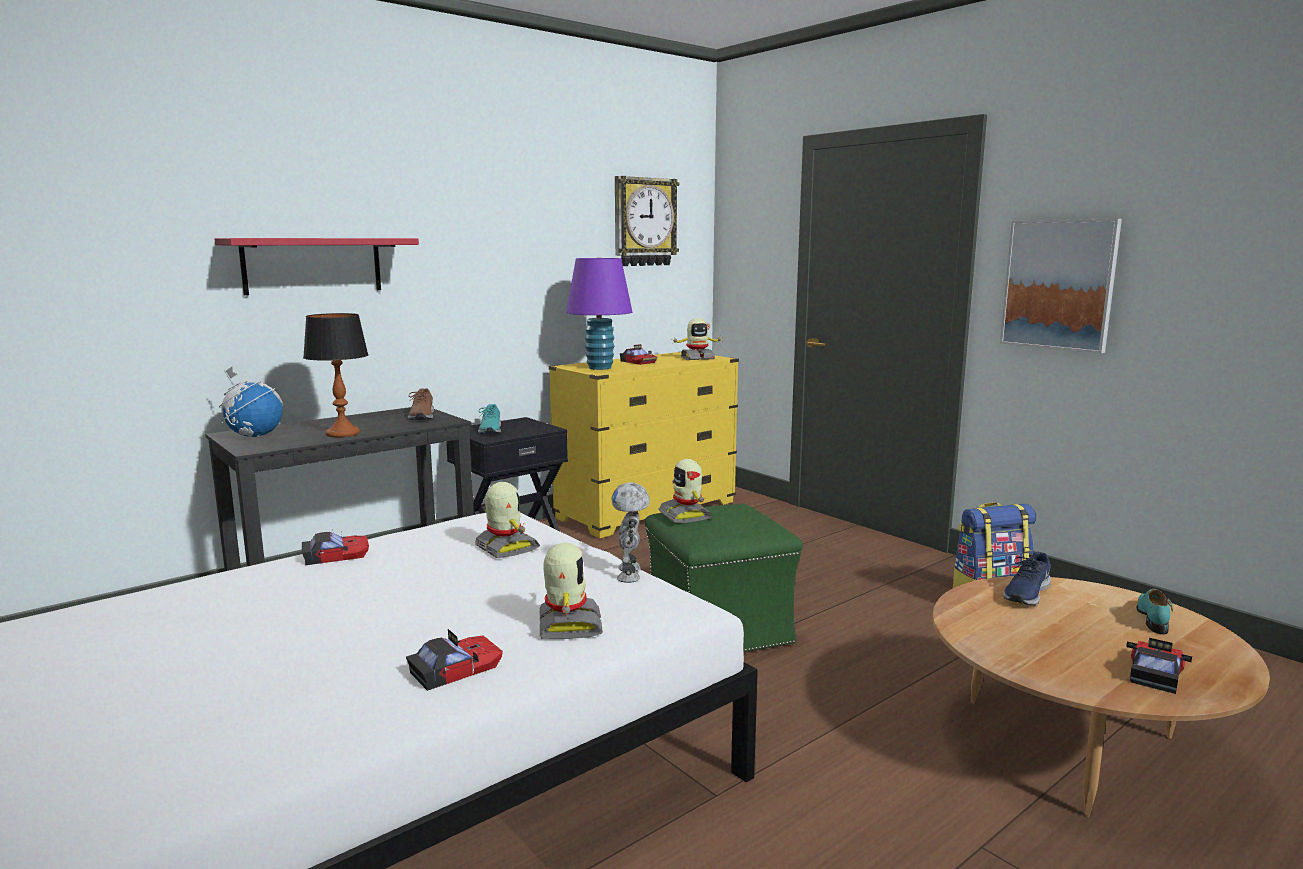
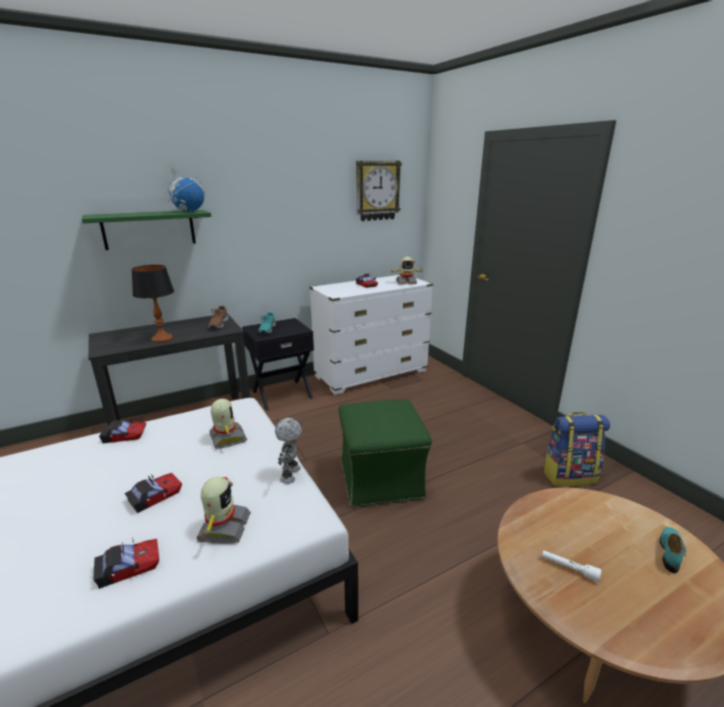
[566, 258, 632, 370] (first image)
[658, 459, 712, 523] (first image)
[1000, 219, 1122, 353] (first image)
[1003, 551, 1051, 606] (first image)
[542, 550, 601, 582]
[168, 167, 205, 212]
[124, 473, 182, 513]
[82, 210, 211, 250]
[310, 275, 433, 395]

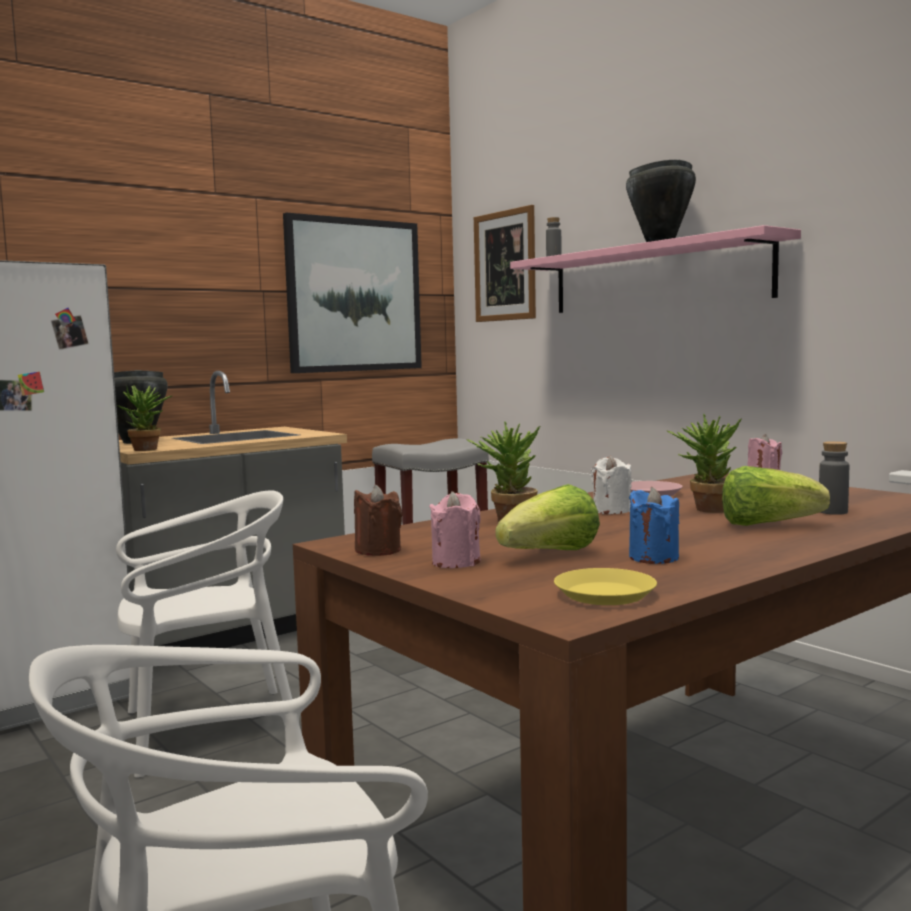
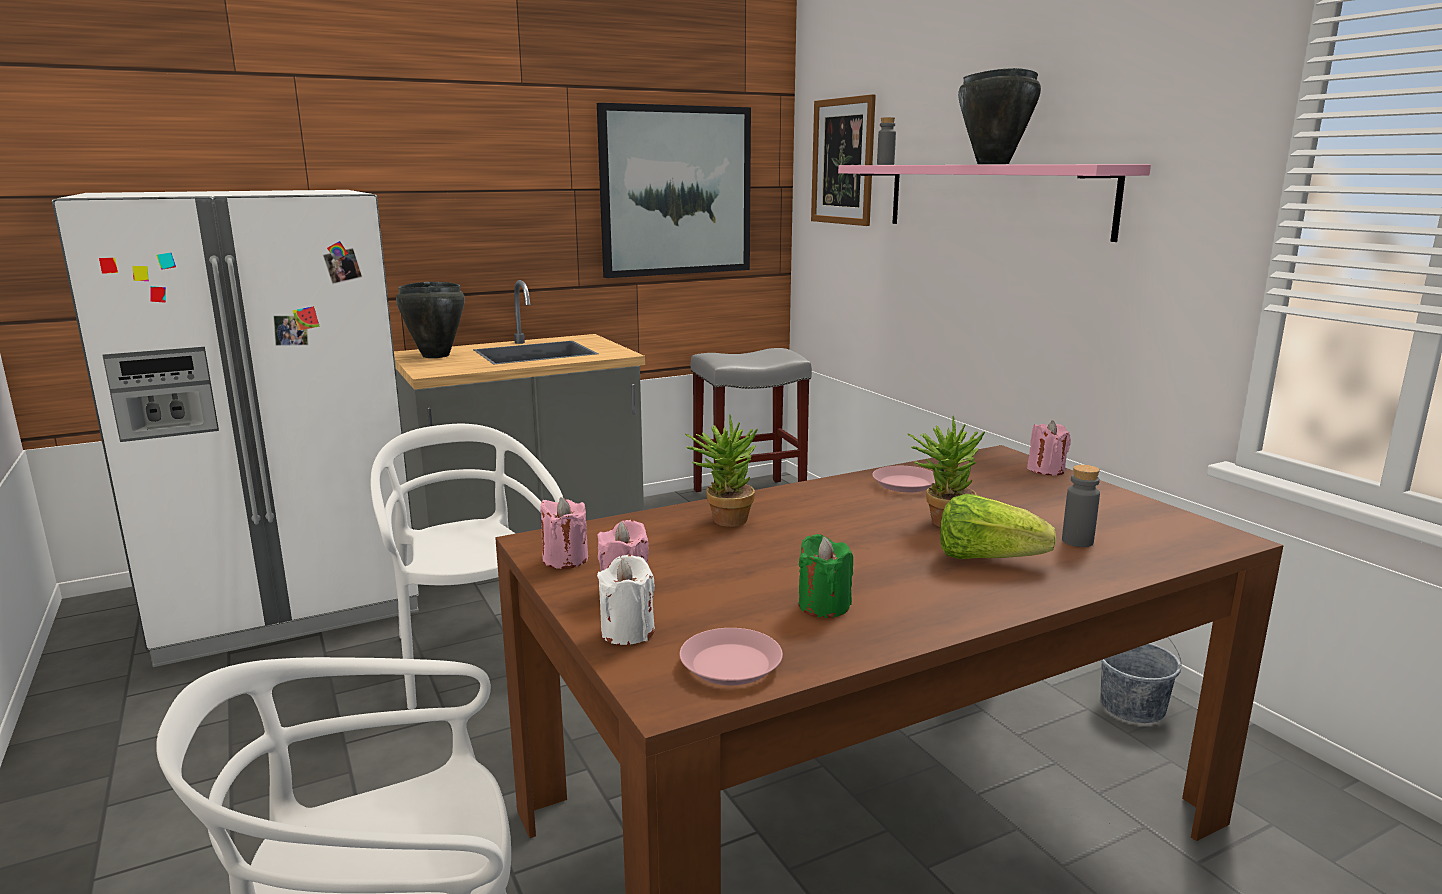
[118, 385, 172, 451] (first image)
[496, 484, 600, 550] (first image)
[1100, 637, 1182, 723]
[597, 555, 655, 645]
[540, 497, 588, 569]
[680, 628, 783, 685]
[799, 534, 853, 618]
[371, 424, 563, 710]

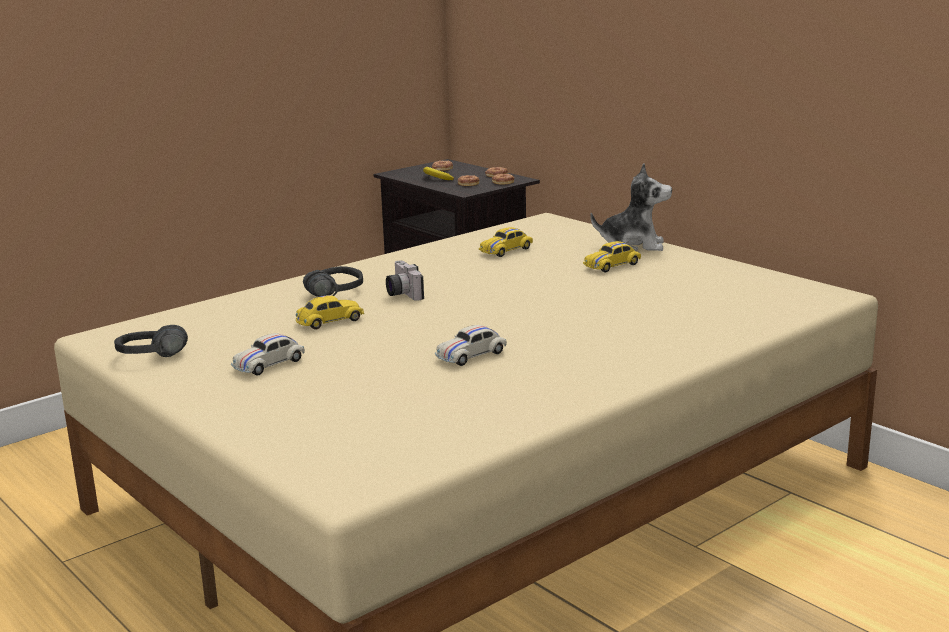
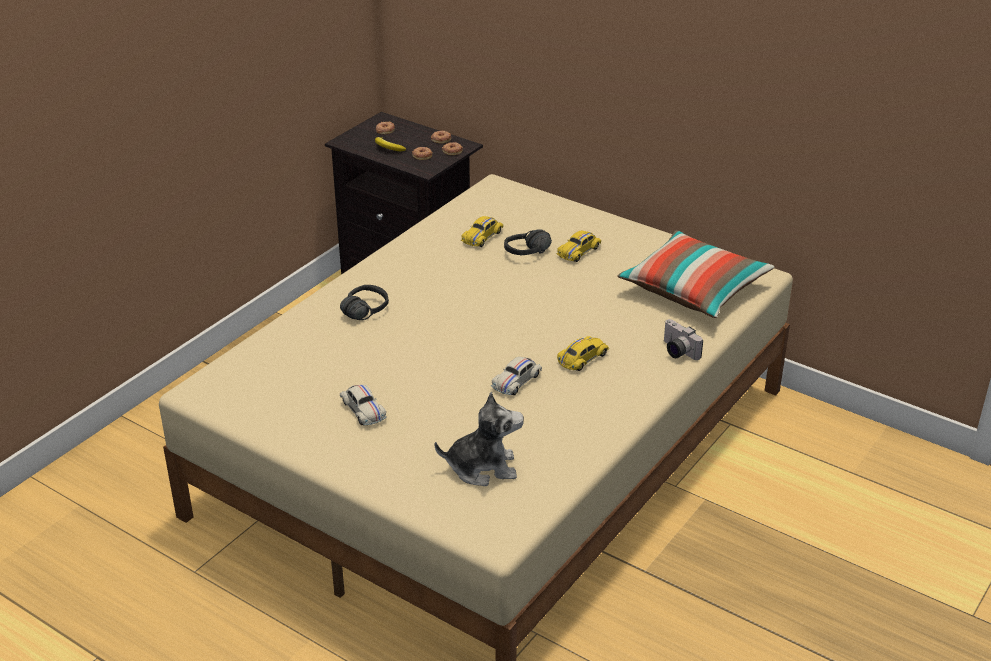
[617, 230, 775, 318]
[504, 229, 552, 255]
[557, 336, 609, 371]
[664, 319, 703, 360]
[435, 392, 524, 486]
[340, 385, 387, 425]

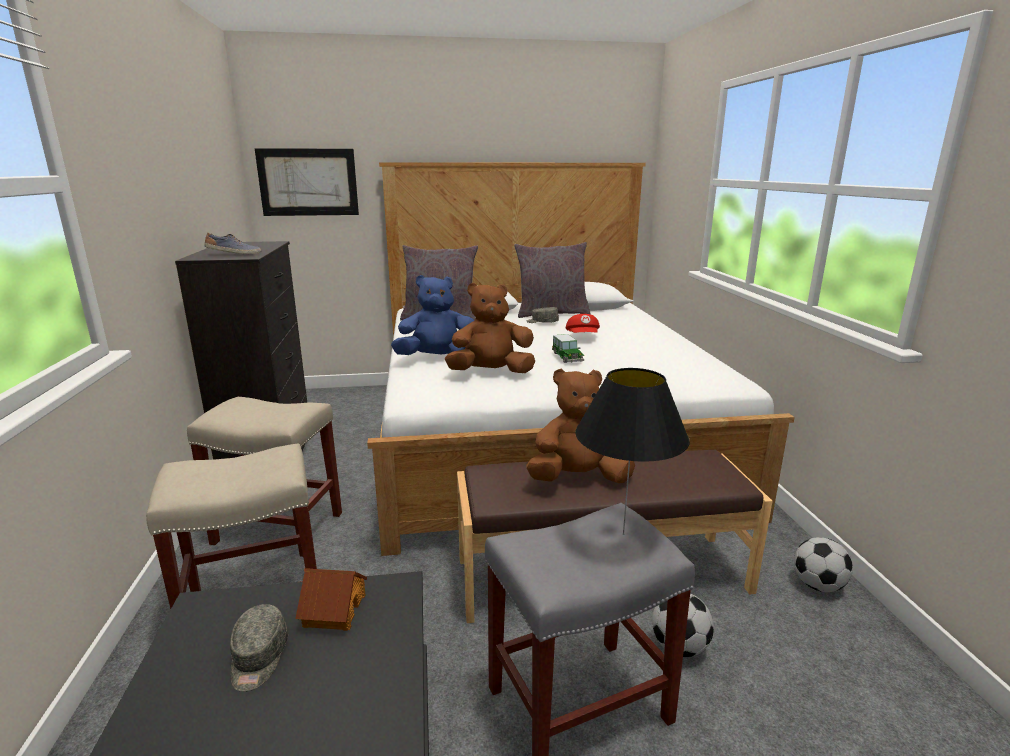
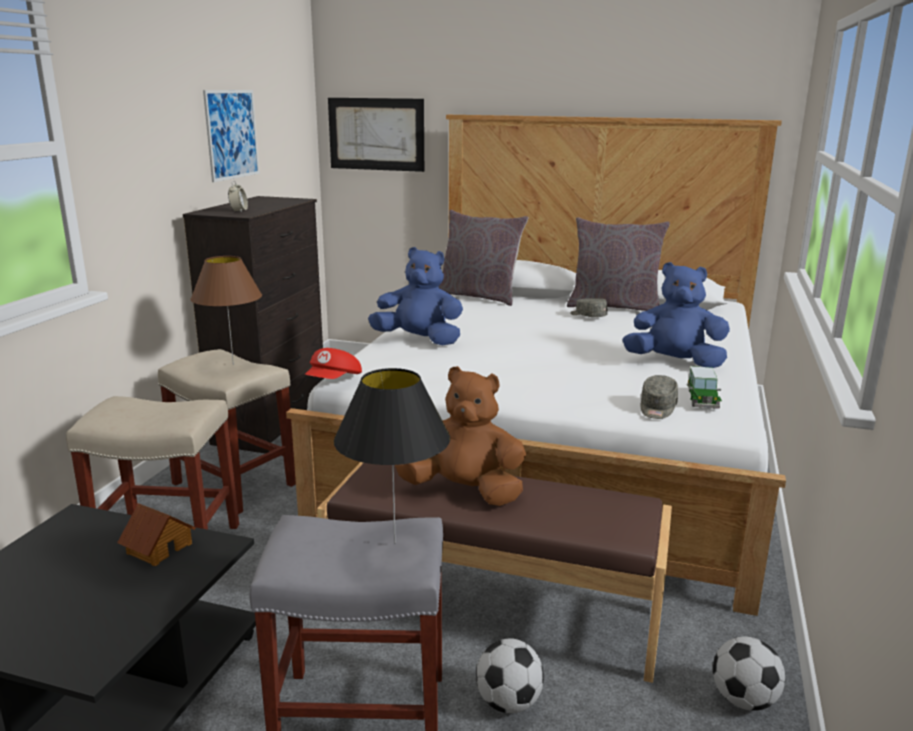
[445, 283, 535, 373] (first image)
[191, 256, 262, 365]
[203, 90, 260, 182]
[622, 262, 730, 368]
[641, 375, 678, 419]
[687, 366, 722, 409]
[305, 348, 362, 379]
[228, 181, 248, 211]

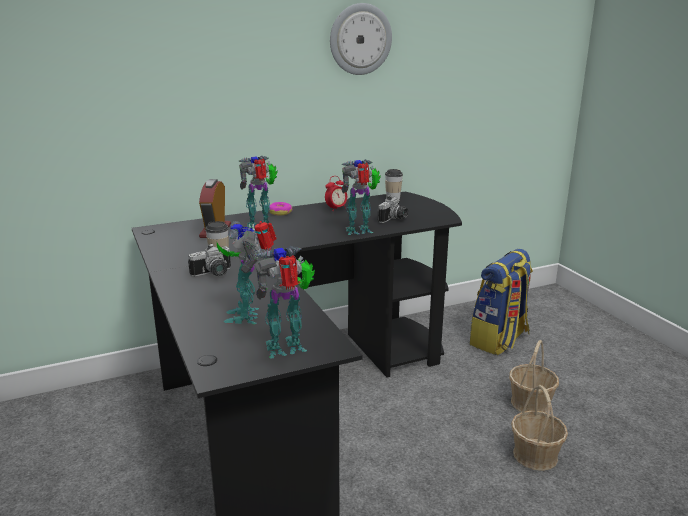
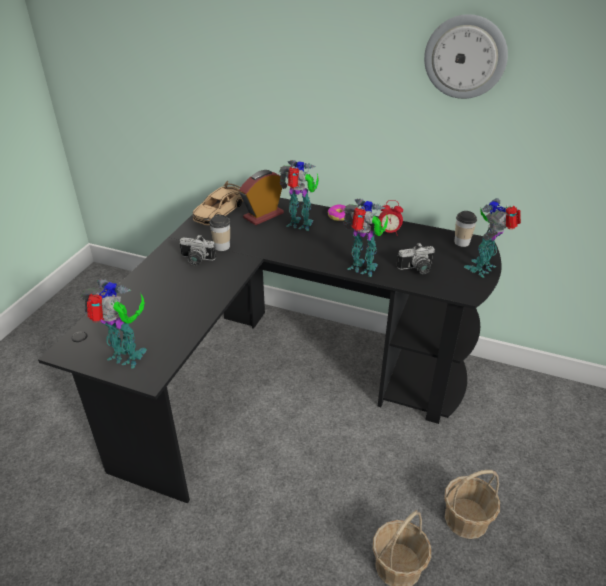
[470, 249, 533, 355] (first image)
[192, 181, 244, 225]
[464, 198, 521, 278]

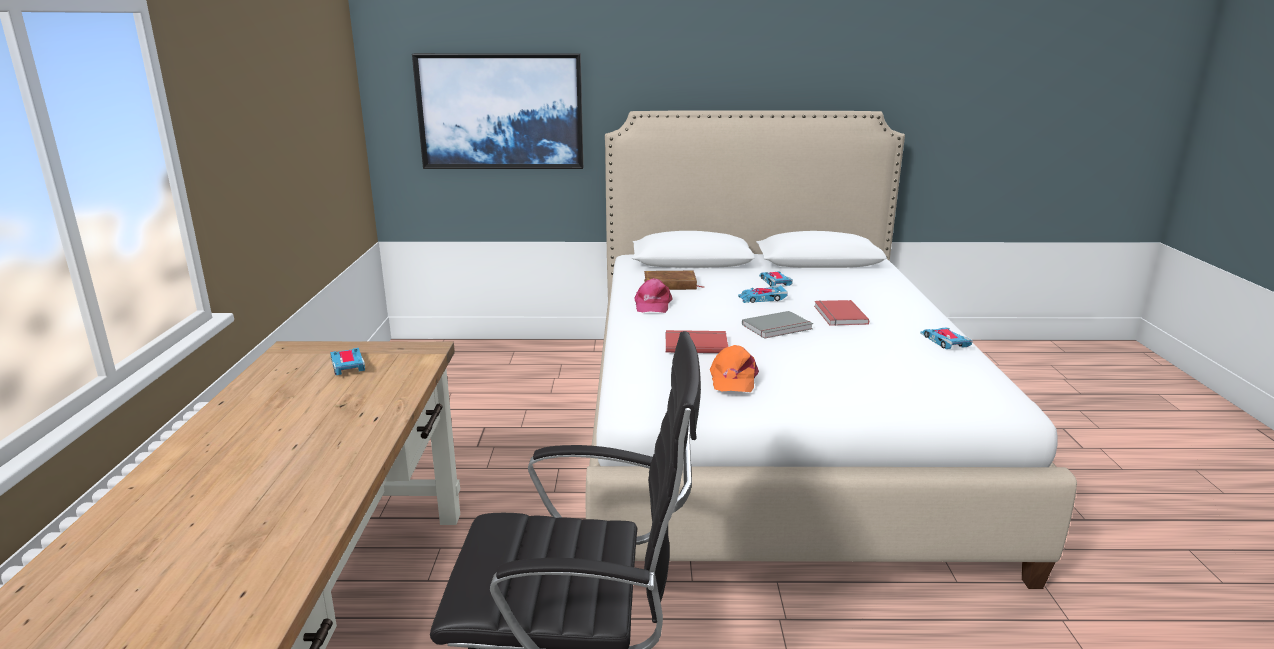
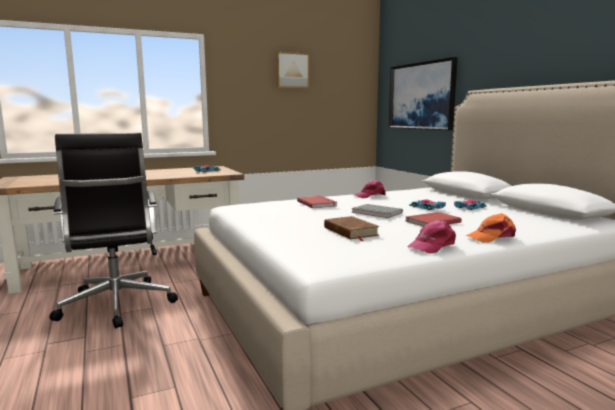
[276, 52, 309, 88]
[324, 216, 380, 241]
[466, 213, 516, 243]
[408, 220, 456, 254]

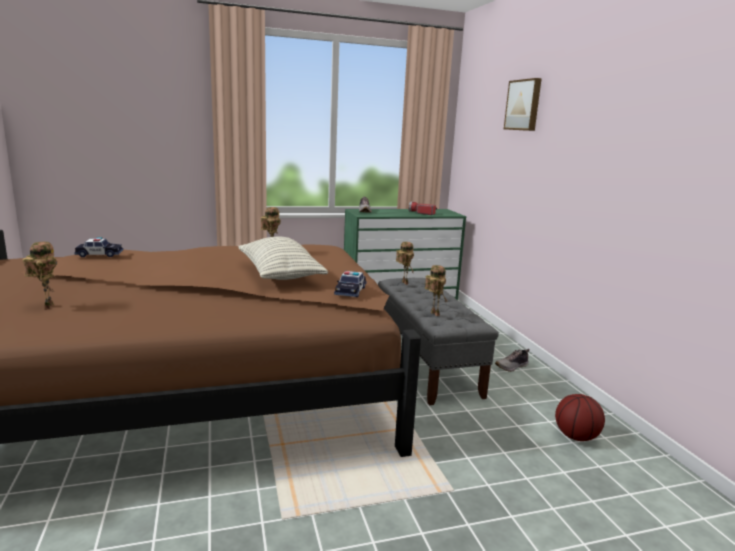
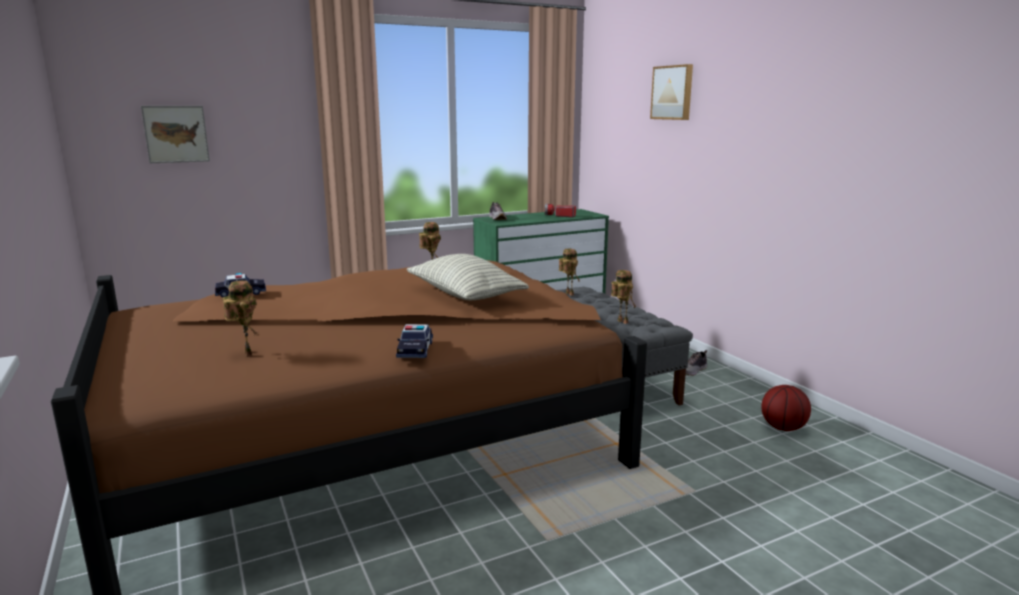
[141, 106, 210, 163]
[396, 324, 433, 358]

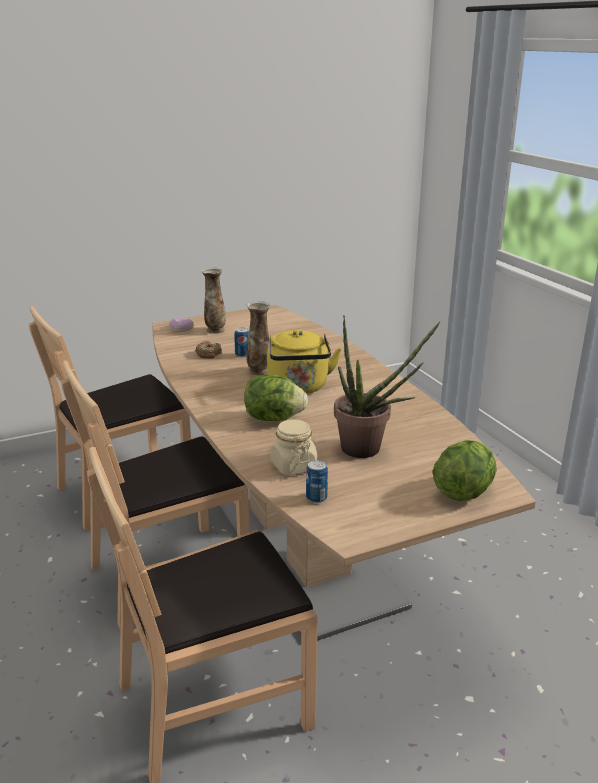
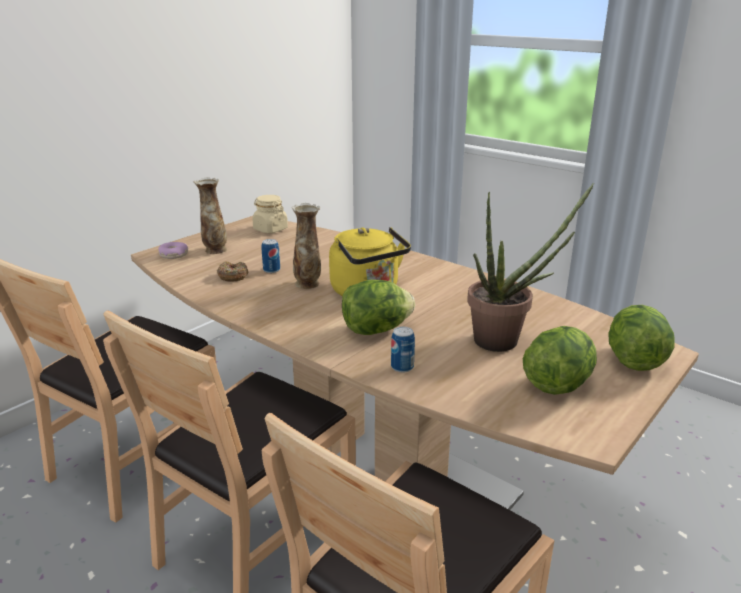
[523, 326, 597, 395]
[252, 195, 288, 233]
[391, 326, 415, 373]

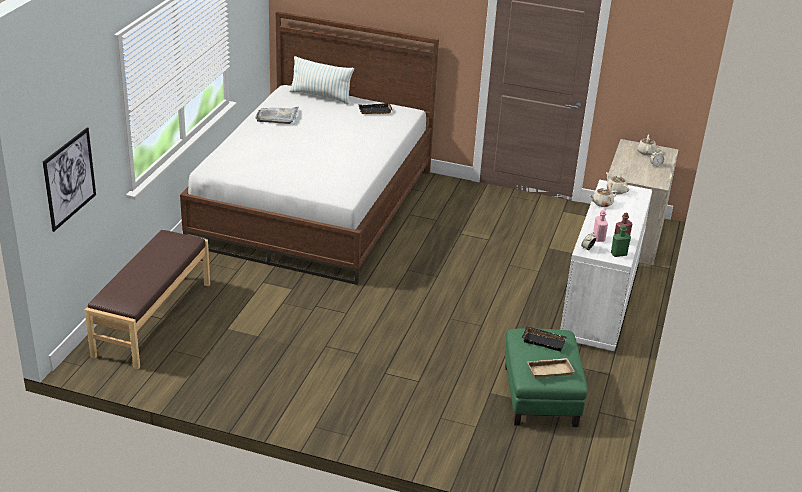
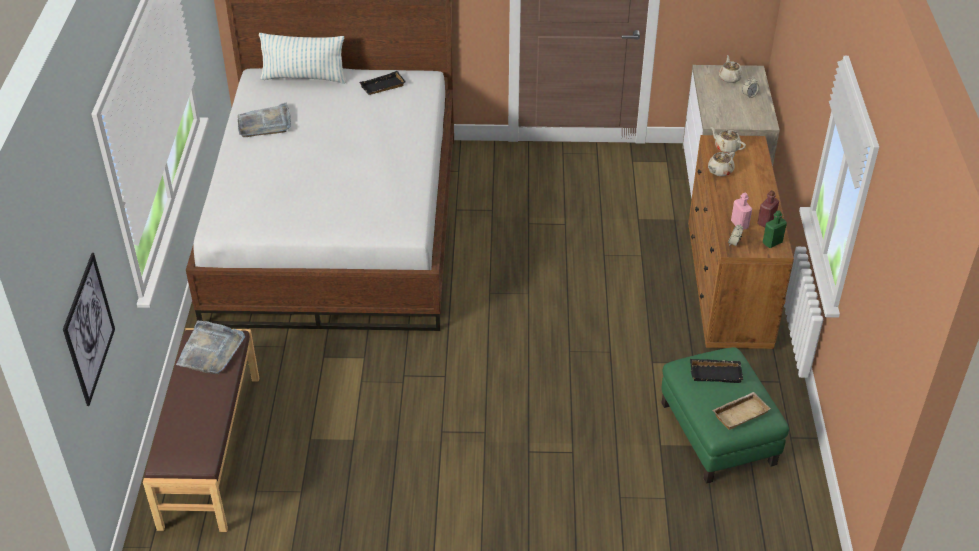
[176, 321, 245, 374]
[688, 135, 794, 349]

